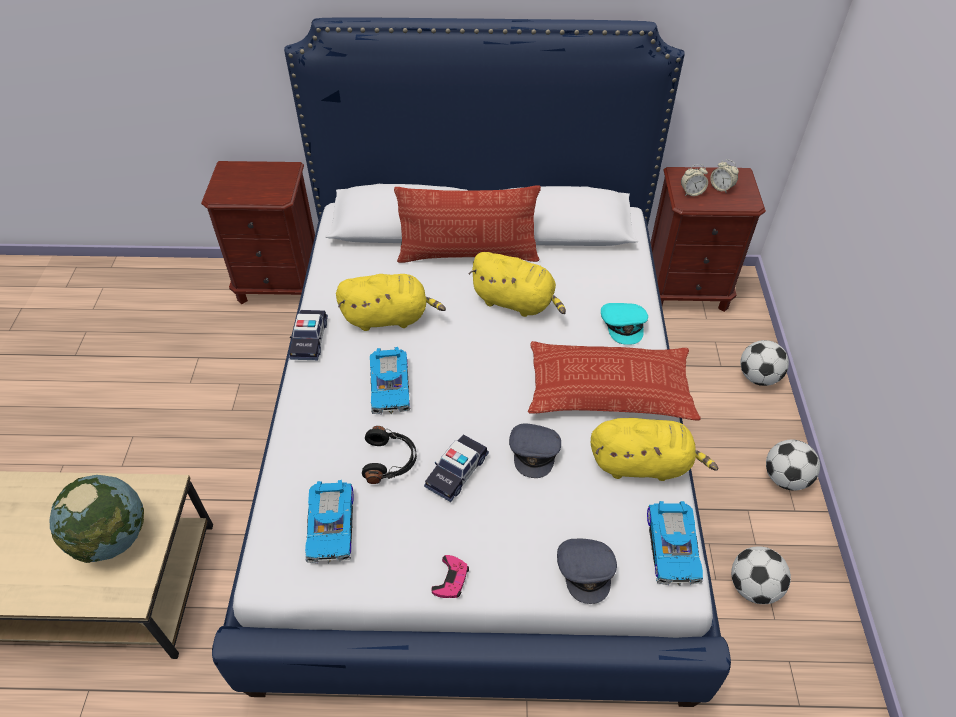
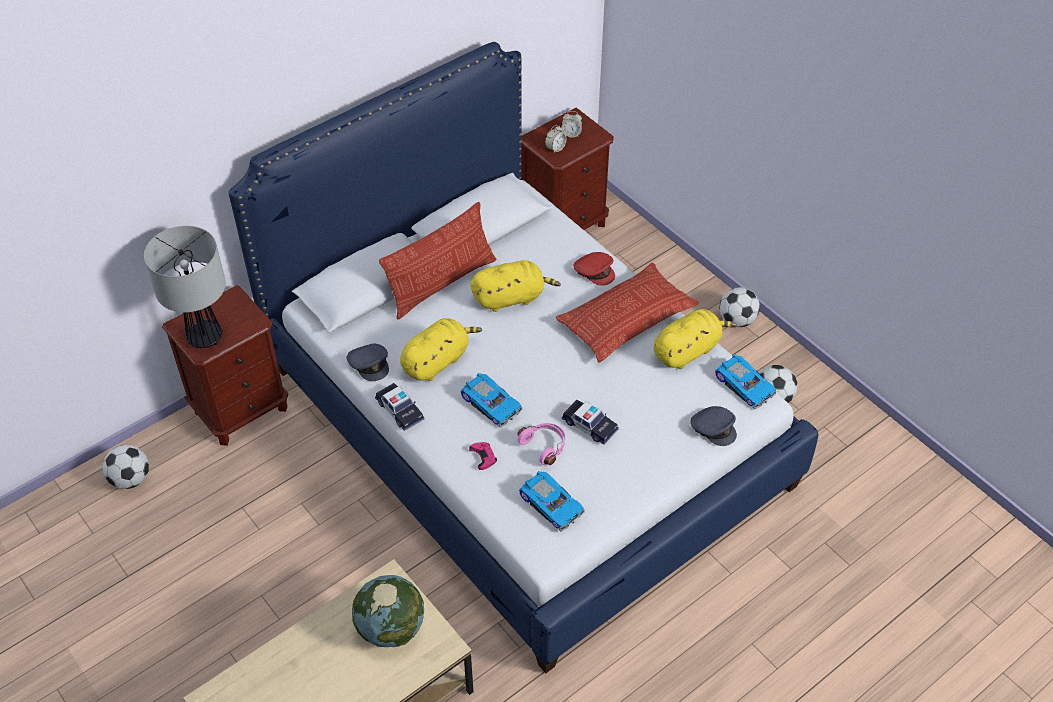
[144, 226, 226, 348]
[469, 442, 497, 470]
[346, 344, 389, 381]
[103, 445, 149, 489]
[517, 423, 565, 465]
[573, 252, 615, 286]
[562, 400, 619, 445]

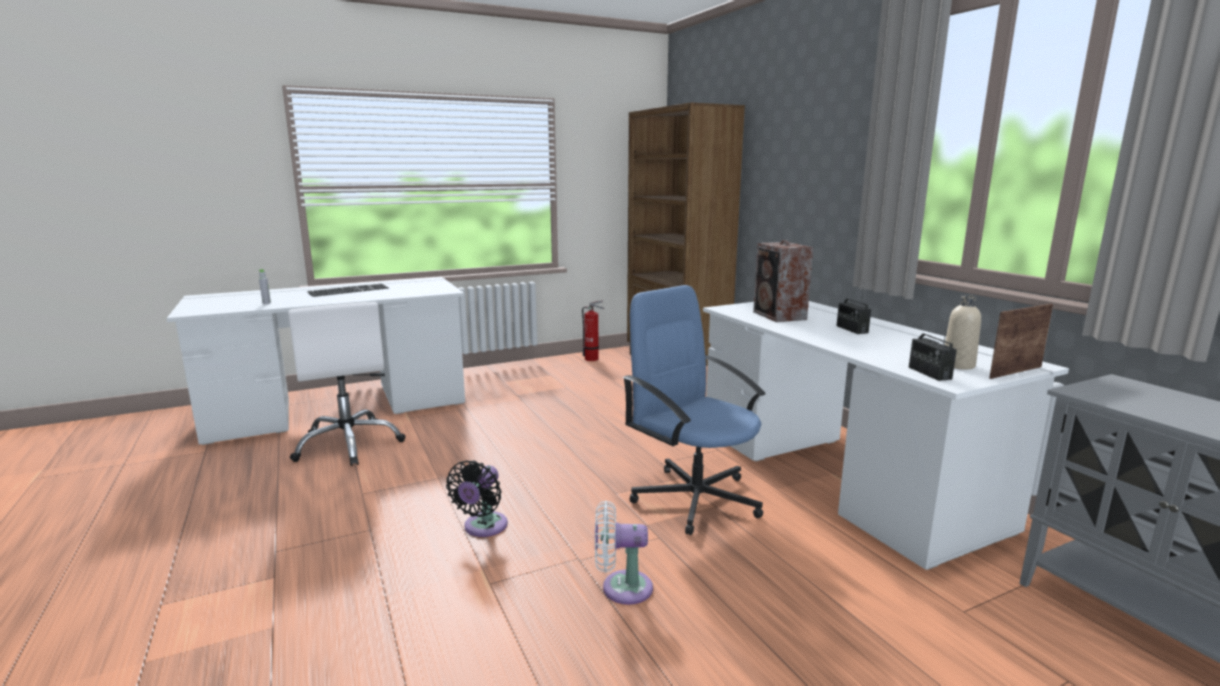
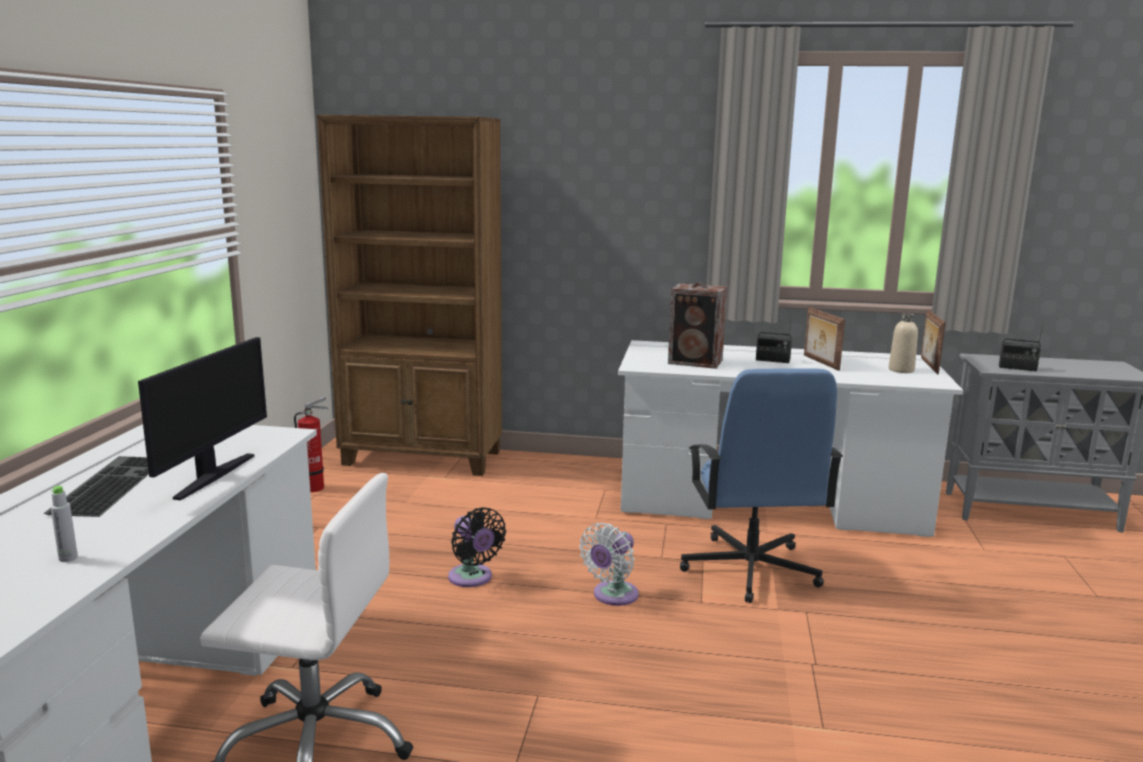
[138, 337, 267, 500]
[804, 307, 845, 371]
[448, 507, 506, 587]
[579, 523, 639, 606]
[999, 322, 1043, 371]
[680, 368, 843, 603]

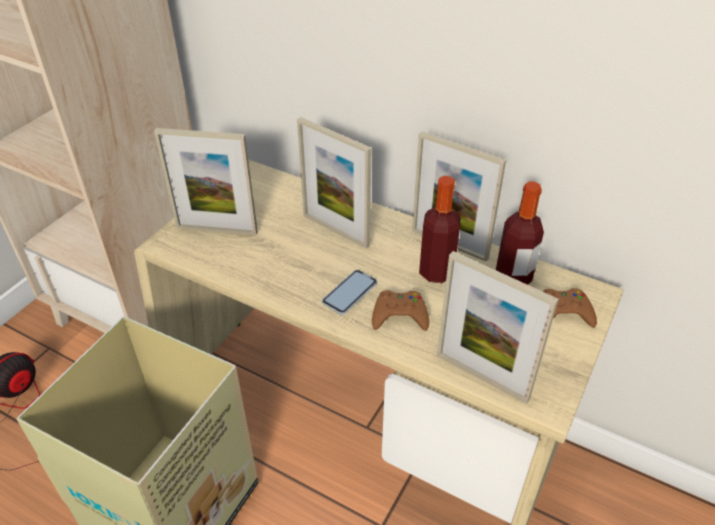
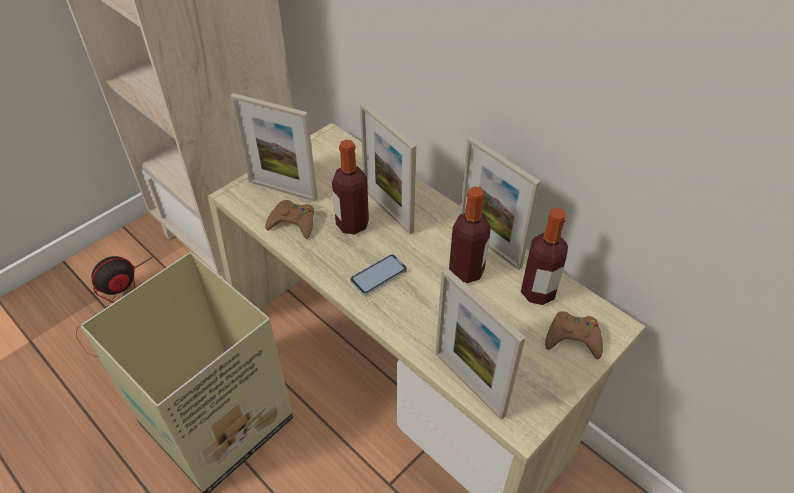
[332, 140, 369, 234]
[265, 200, 314, 239]

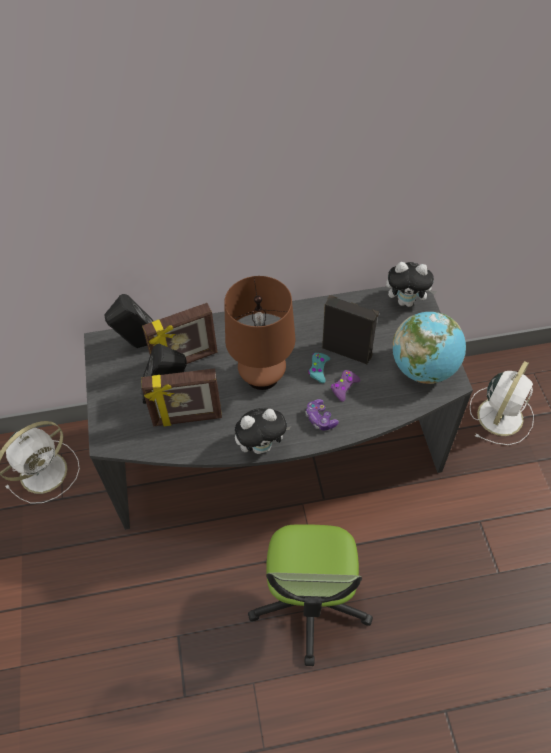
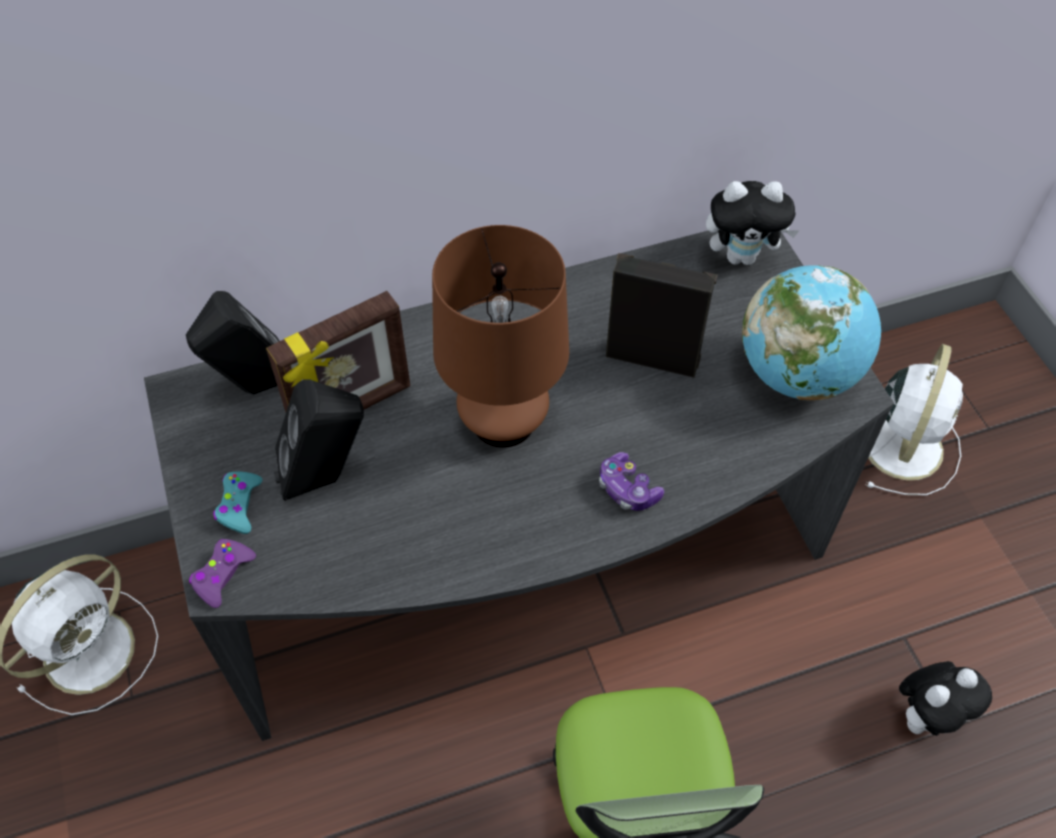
[141, 369, 222, 426] (first image)
[899, 661, 992, 736]
[213, 472, 262, 534]
[189, 539, 256, 608]

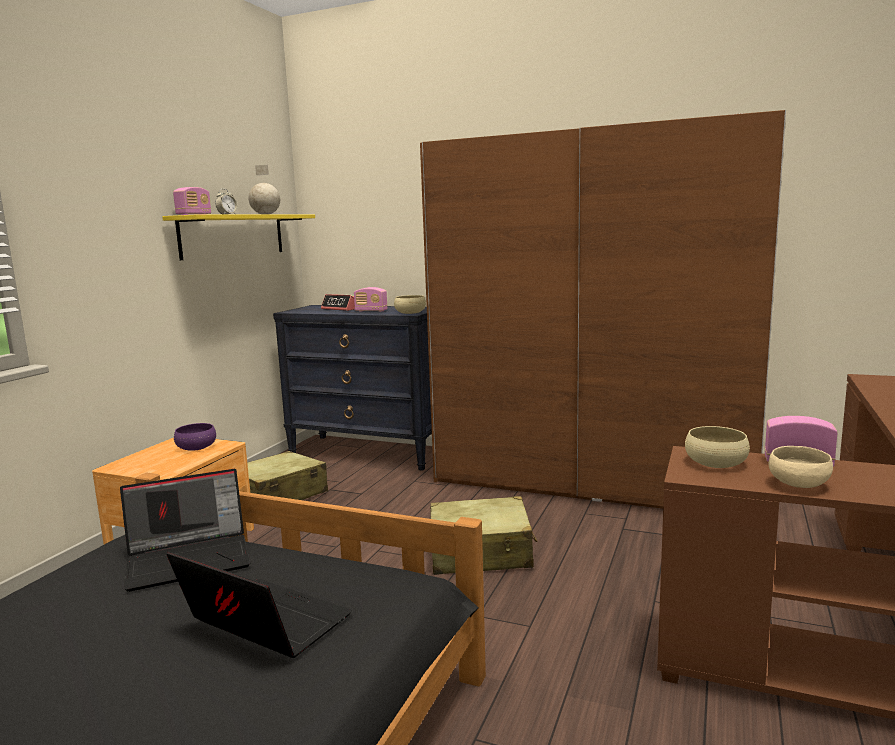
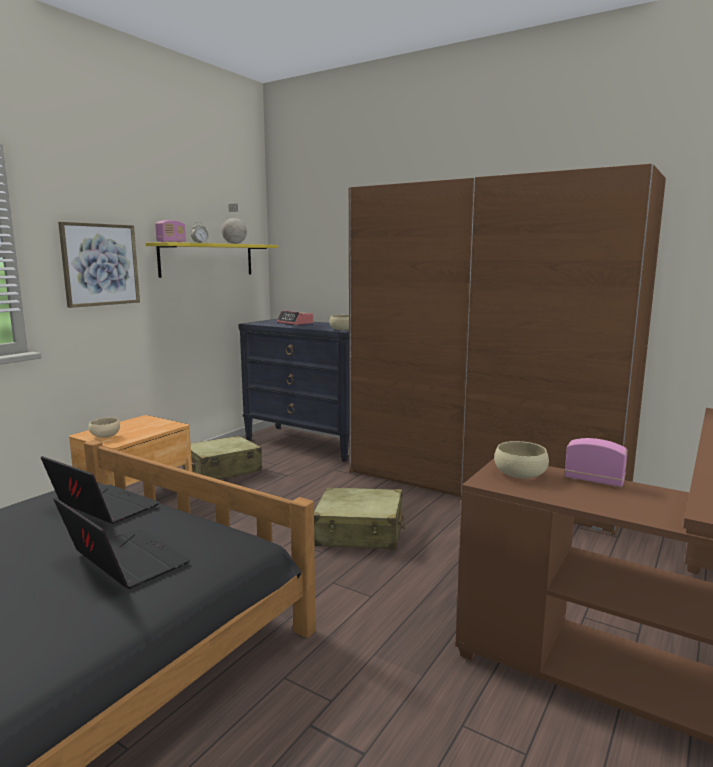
[174, 423, 216, 451] (first image)
[354, 287, 387, 312] (first image)
[58, 222, 140, 308]
[88, 417, 120, 438]
[41, 456, 160, 524]

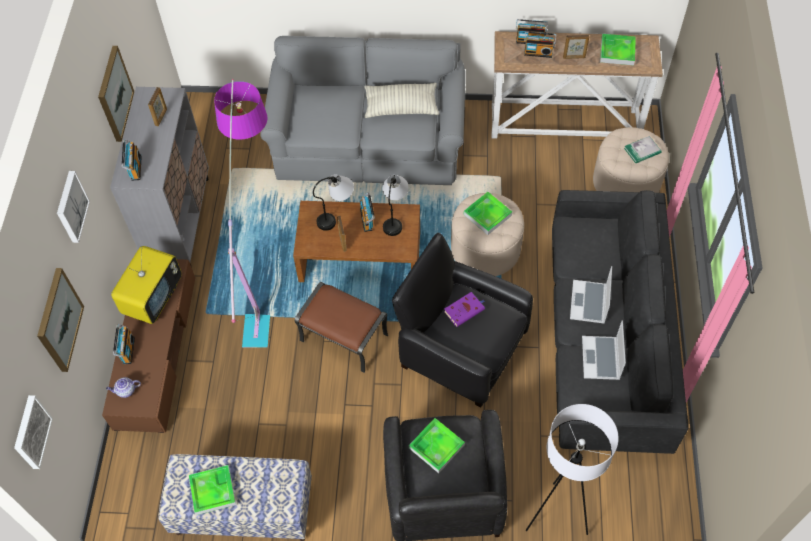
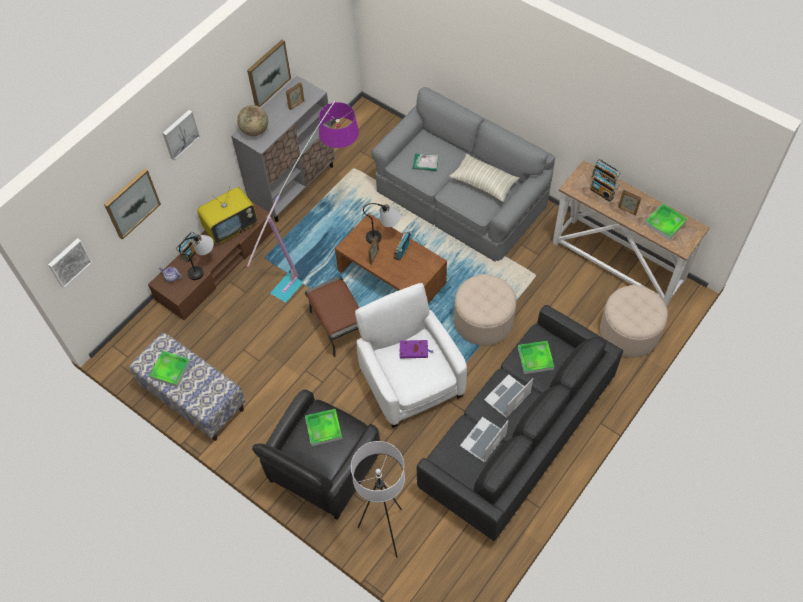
[179, 234, 214, 280]
[518, 341, 554, 374]
[413, 154, 439, 171]
[237, 105, 268, 136]
[355, 283, 467, 428]

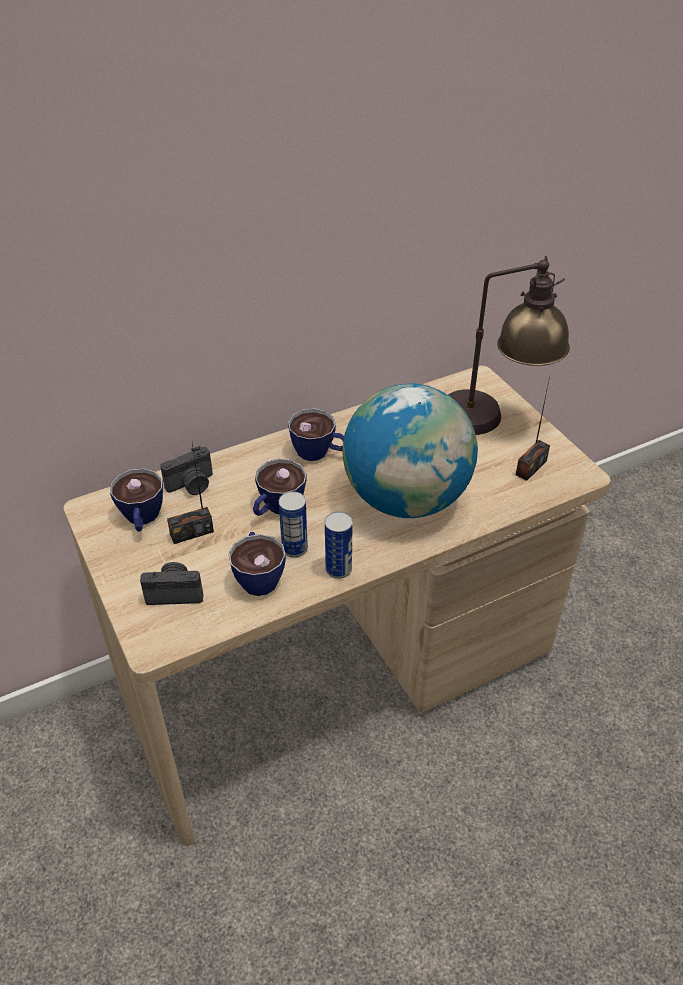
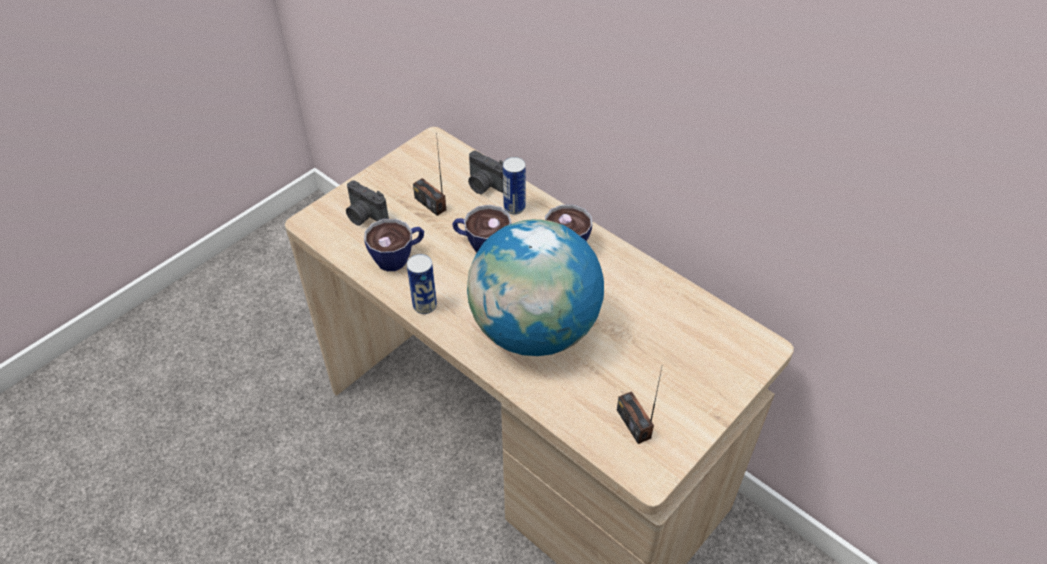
[110, 468, 163, 532] (first image)
[448, 256, 570, 435] (first image)
[503, 157, 526, 215]
[346, 180, 389, 226]
[617, 364, 663, 444]

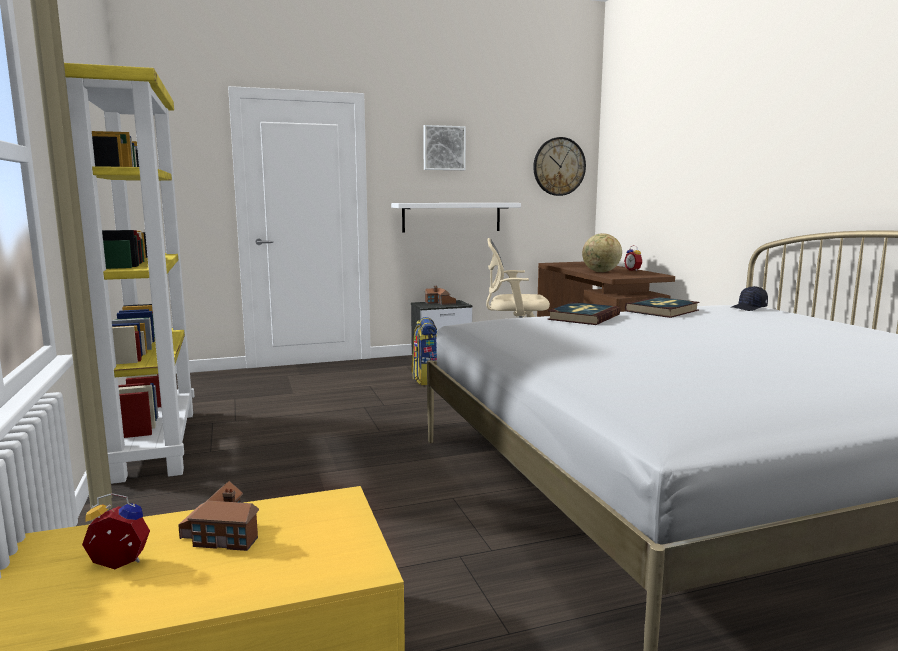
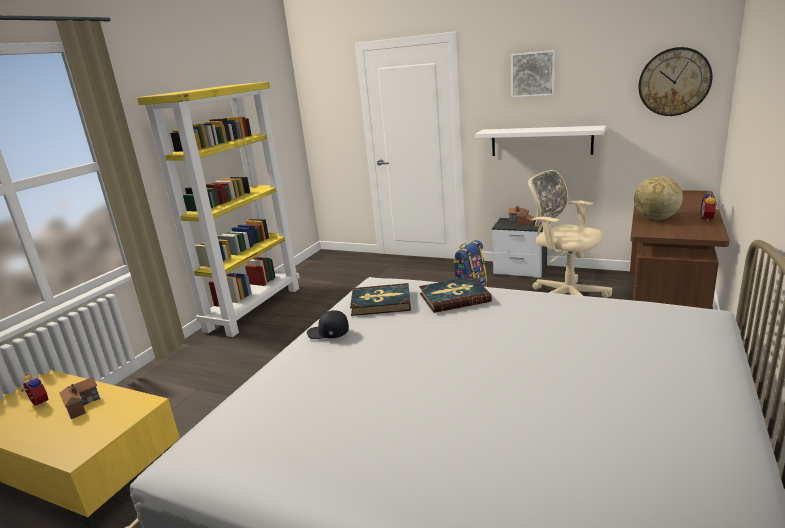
[350, 283, 411, 316]
[307, 310, 349, 339]

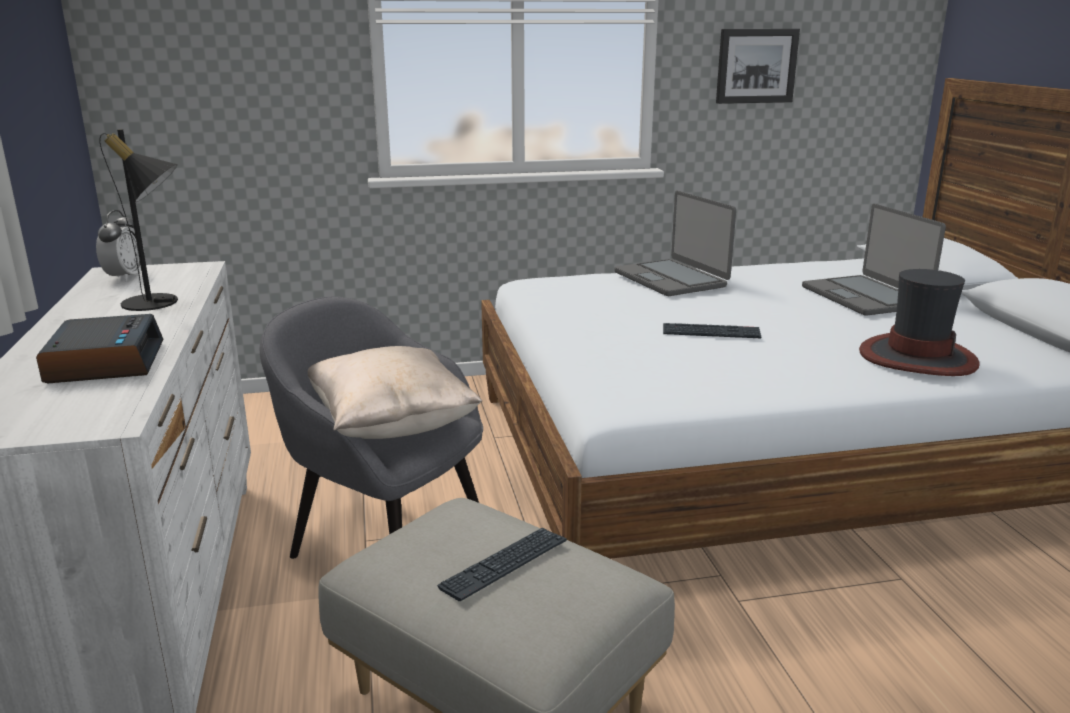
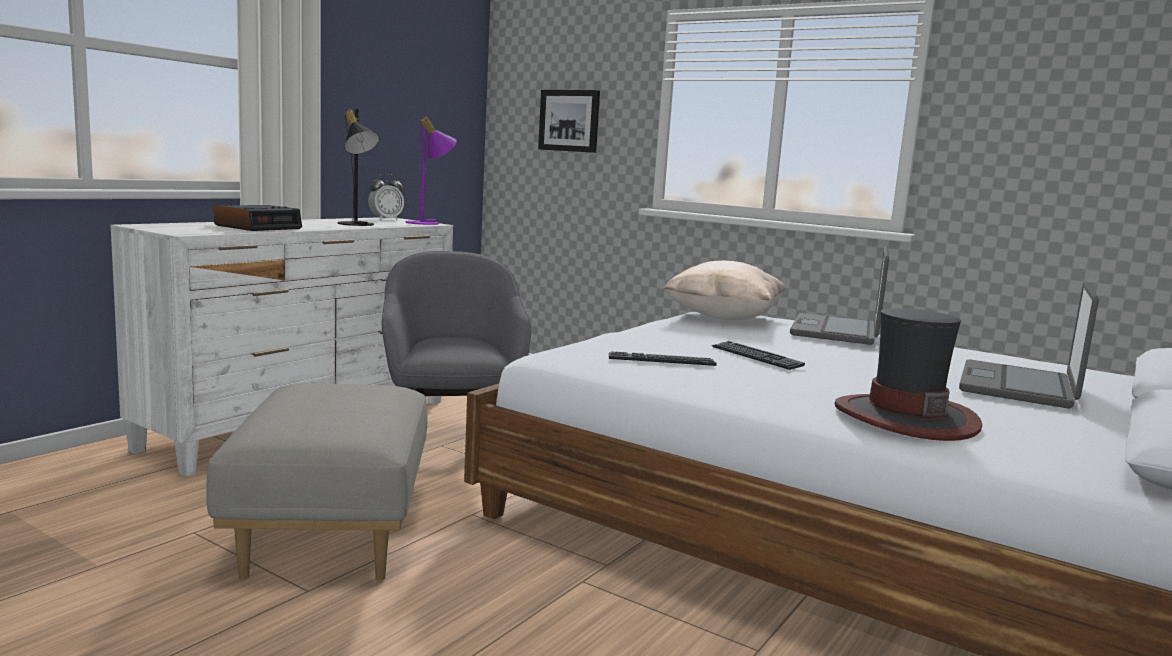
[406, 115, 457, 225]
[662, 261, 786, 321]
[609, 351, 717, 366]
[538, 90, 600, 153]

